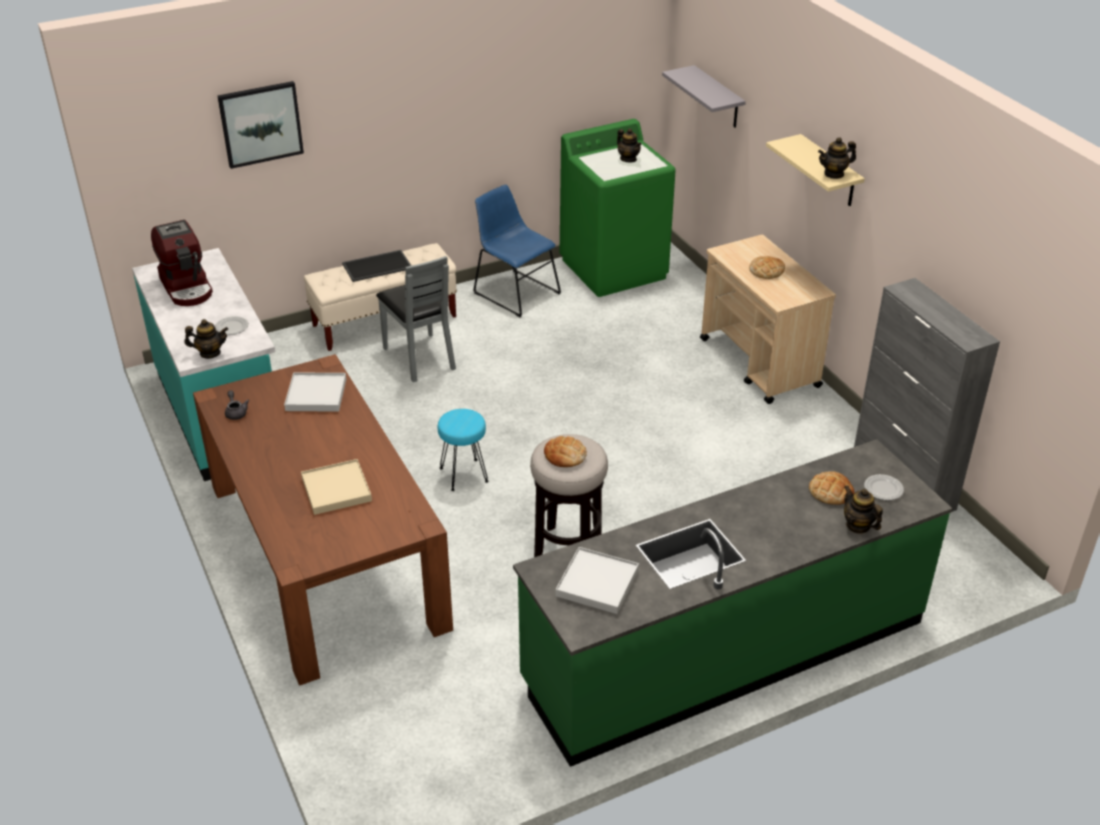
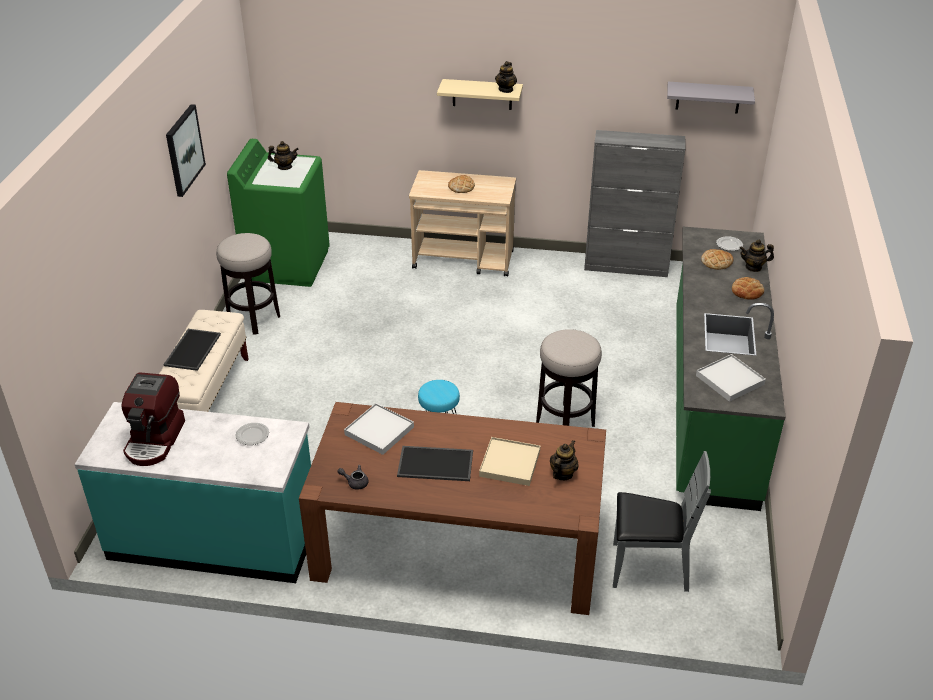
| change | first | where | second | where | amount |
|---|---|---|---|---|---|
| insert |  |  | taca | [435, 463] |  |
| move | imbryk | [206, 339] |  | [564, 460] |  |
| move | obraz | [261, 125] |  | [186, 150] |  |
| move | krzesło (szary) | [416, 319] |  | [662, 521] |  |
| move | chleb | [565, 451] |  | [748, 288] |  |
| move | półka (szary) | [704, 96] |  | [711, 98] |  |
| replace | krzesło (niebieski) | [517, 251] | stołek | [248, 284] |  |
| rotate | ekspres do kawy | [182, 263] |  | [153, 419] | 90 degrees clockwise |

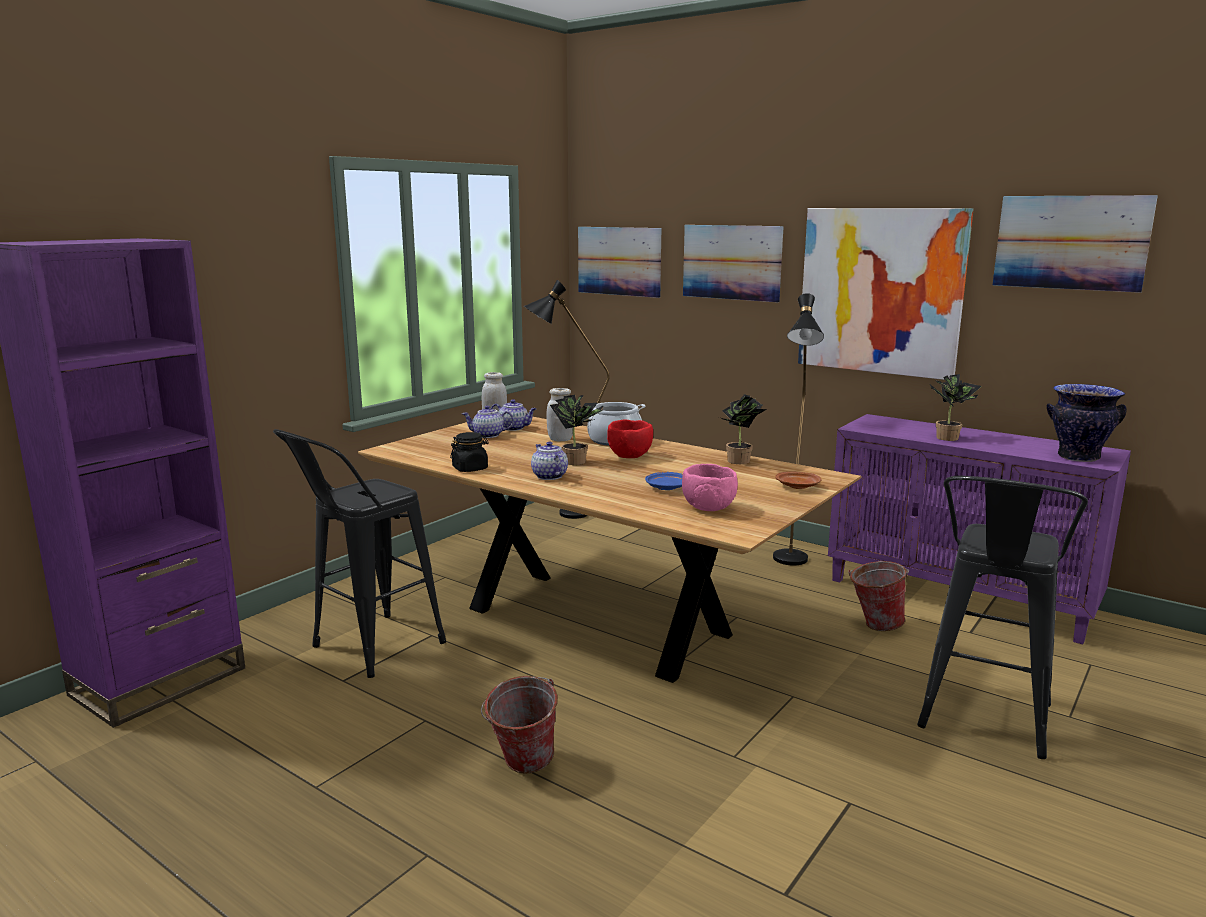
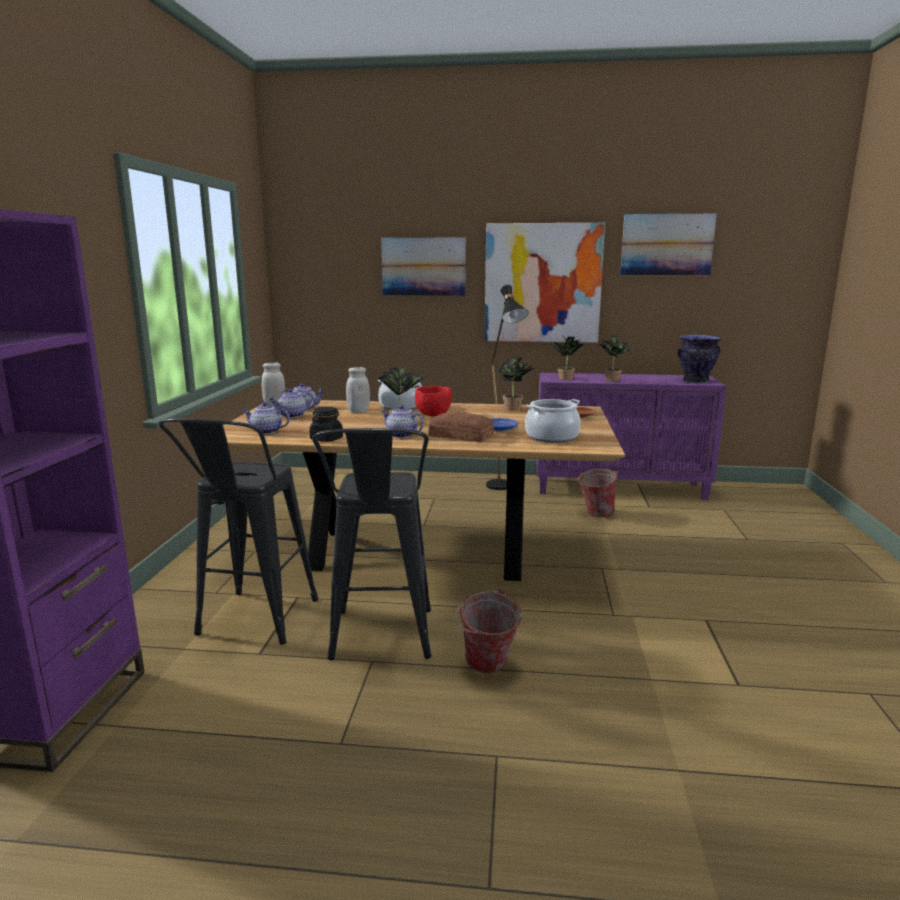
| change | first | where | second | where | amount |
|---|---|---|---|---|---|
| delete | lampa stojąca (czarny) | [567, 399] |  |  |  |
| delete | obraz | [619, 262] |  |  |  |
| insert |  |  | imbryk | [266, 418] |  |
| insert |  |  | chleb | [461, 427] |  |
| insert |  |  | roślina doniczkowa | [566, 358] |  |
| move | stołek (czarny) | [1002, 617] |  | [371, 544] |  |
| replace | miska (różowy) | [710, 487] | garnek | [553, 421] |  |

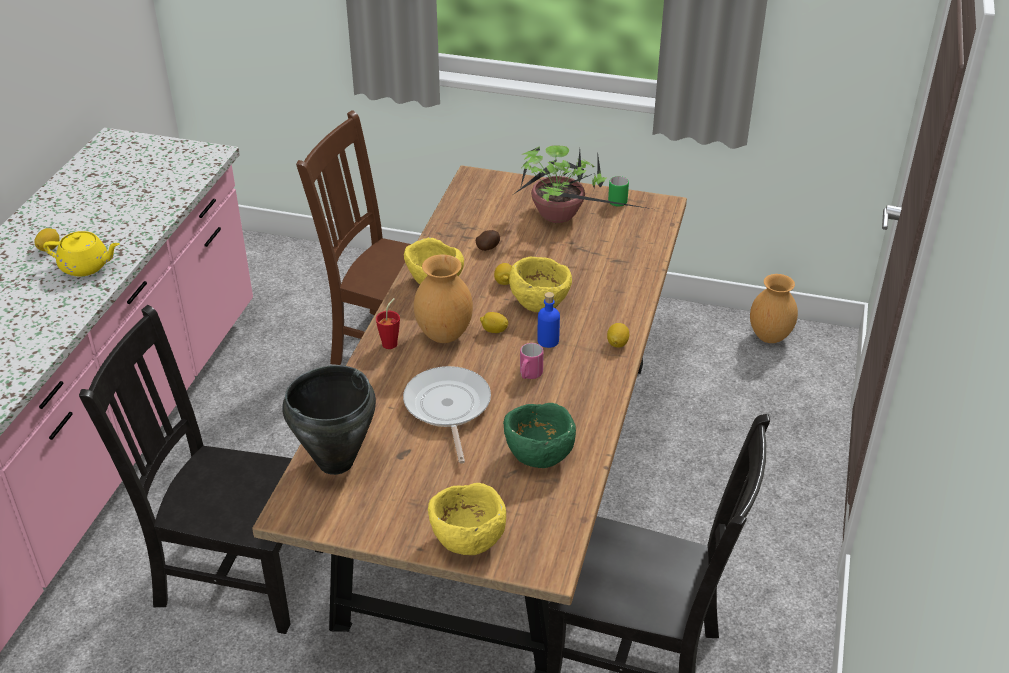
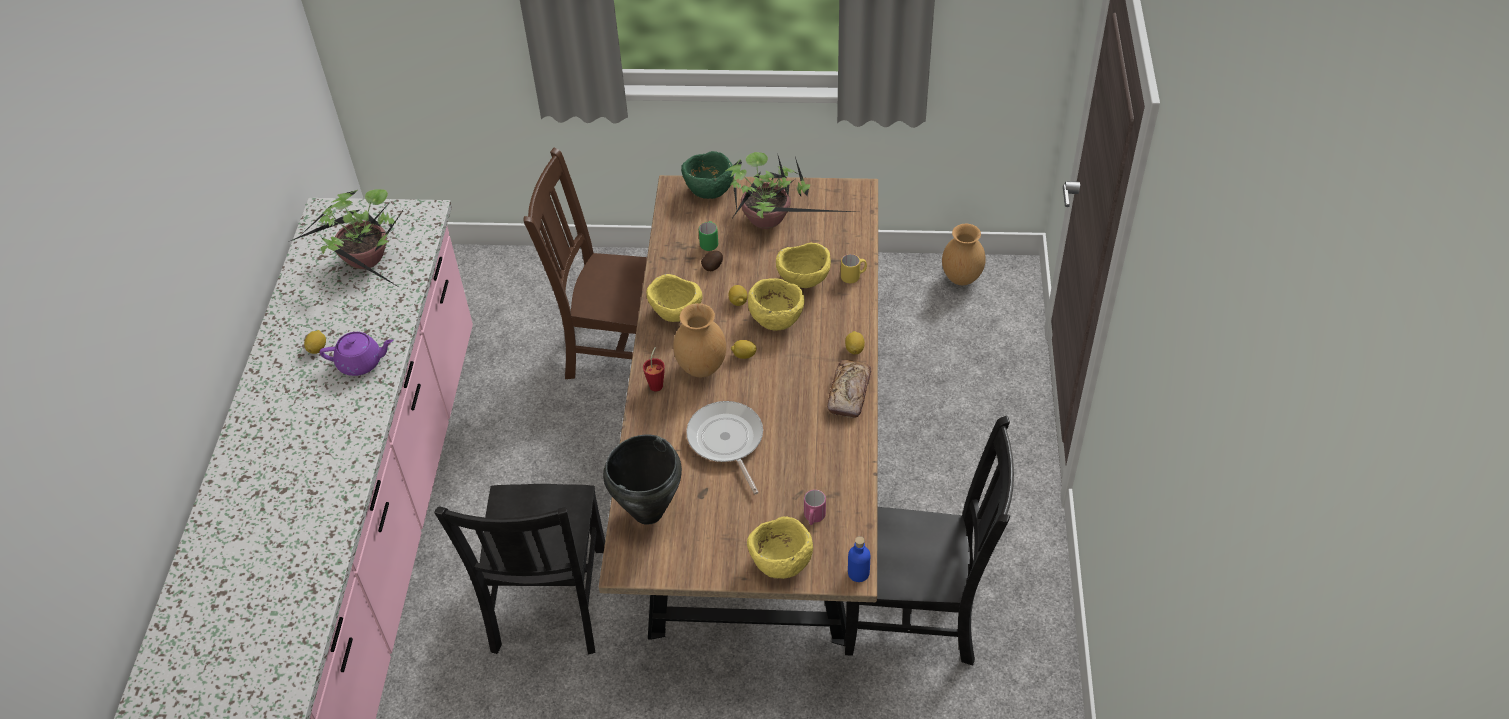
| change | first | where | second | where | amount |
|---|---|---|---|---|---|
| insert |  |  | roślina doniczkowa | [346, 238] |  |
| insert |  |  | miska (żółty) | [803, 265] |  |
| insert |  |  | chleb | [849, 389] |  |
| insert |  |  | kubek (żółty) | [854, 268] |  |
| move | miska (zielony) | [539, 435] |  | [707, 175] |  |
| move | kubek (różowy) | [532, 361] |  | [815, 507] |  |
| move | butelka (niebieski) | [548, 320] |  | [859, 559] |  |
| move | kubek (zielony) | [618, 191] |  | [708, 236] |  |
| recolor | imbryk (żółty) | [81, 254] | imbryk (fioletowy) | [357, 354] |  |
| rotate | krzesło (czarny) | [201, 469] |  | [519, 569] | 90 degrees counterclockwise |

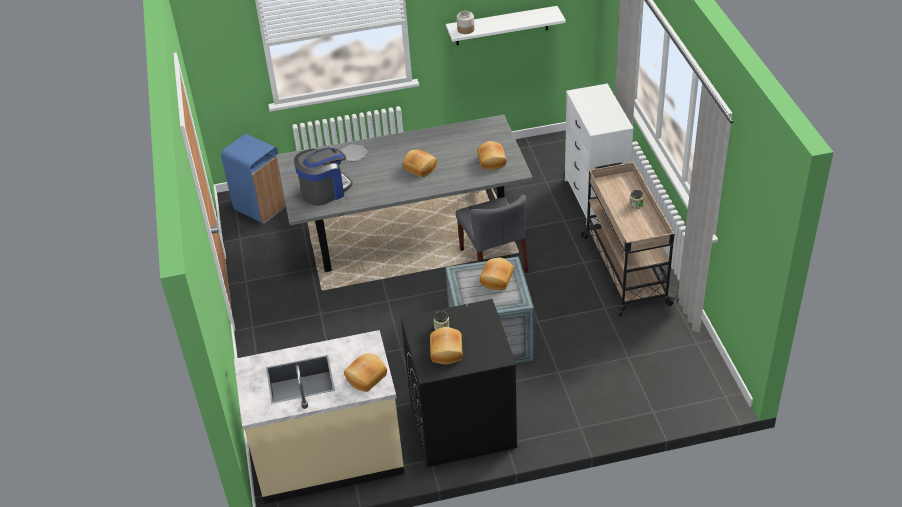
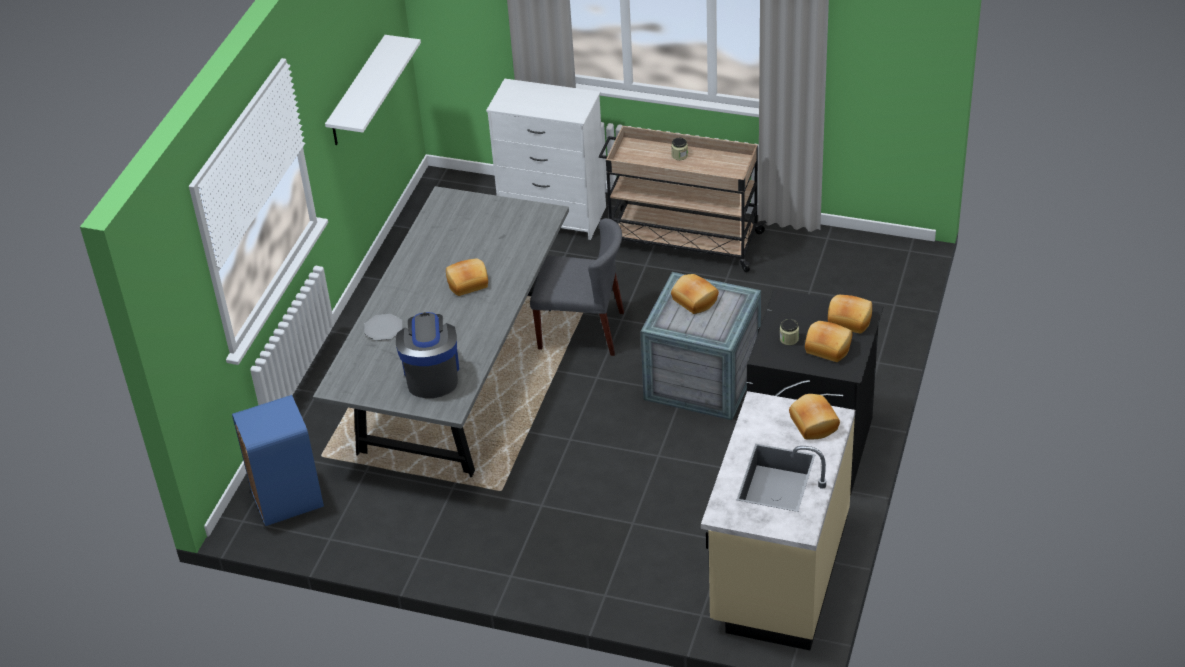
| change | first | where | second | where | amount |
|---|---|---|---|---|---|
| delete | słoik | [465, 22] |  |  |  |
| move | chleb | [491, 155] |  | [850, 314] |  |

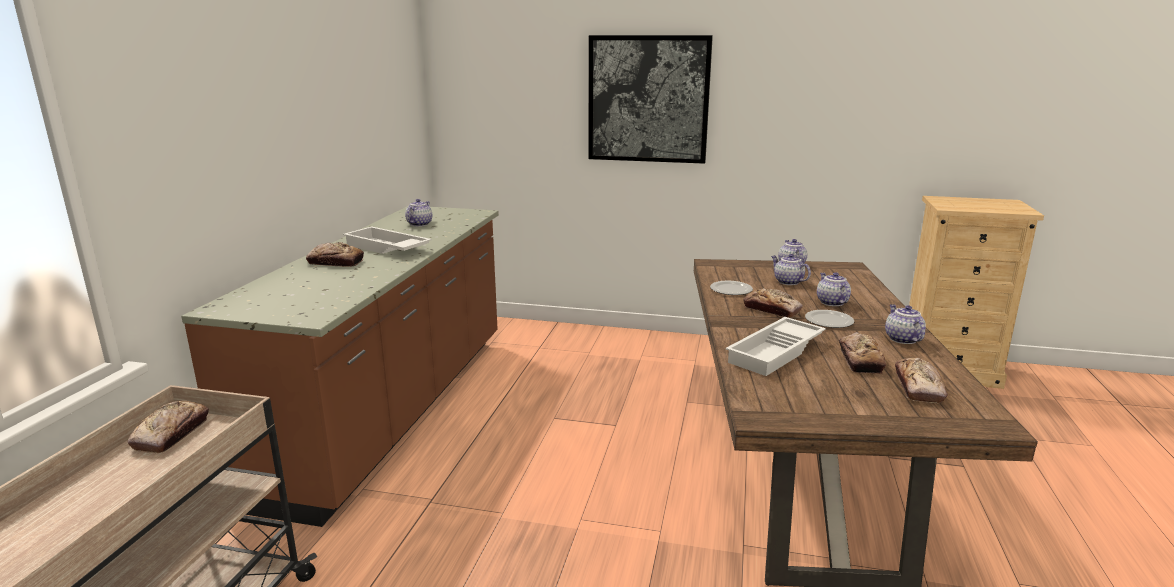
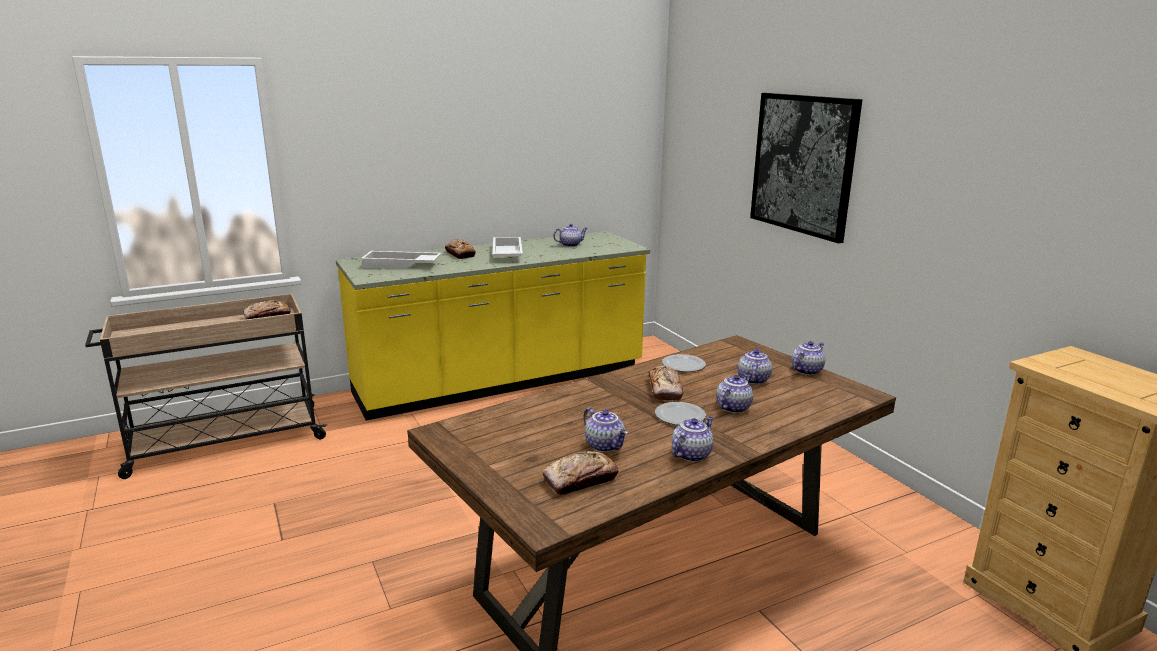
| change | first | where | second | where | amount |
|---|---|---|---|---|---|
| move | taca (biały) | [775, 346] |  | [401, 260] |  |
| replace | chleb | [862, 353] | imbryk | [606, 430] |  |
| recolor | zabudowa kuchenna (brązowy) | [340, 366] | zabudowa kuchenna (żółty) | [493, 326] |  |

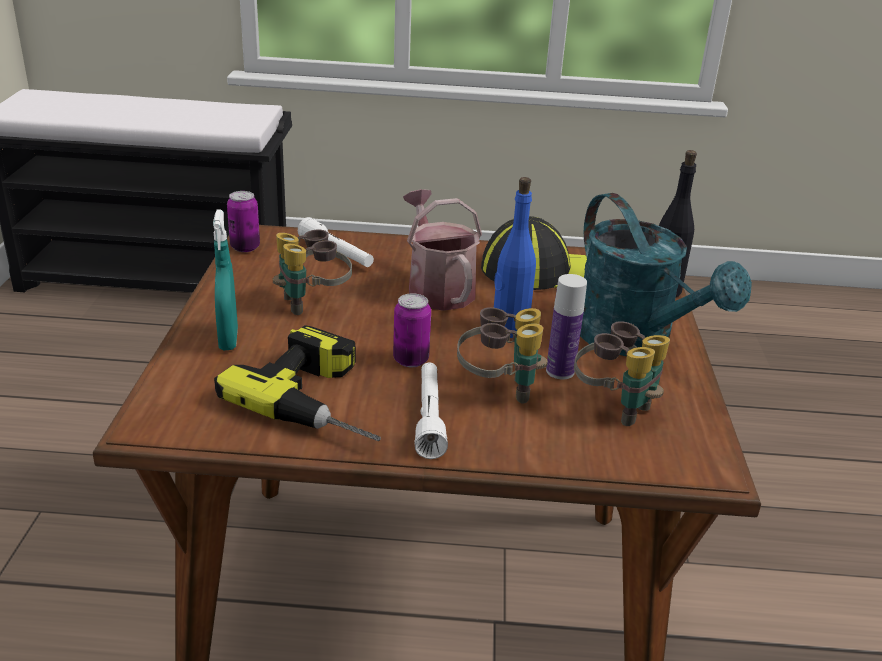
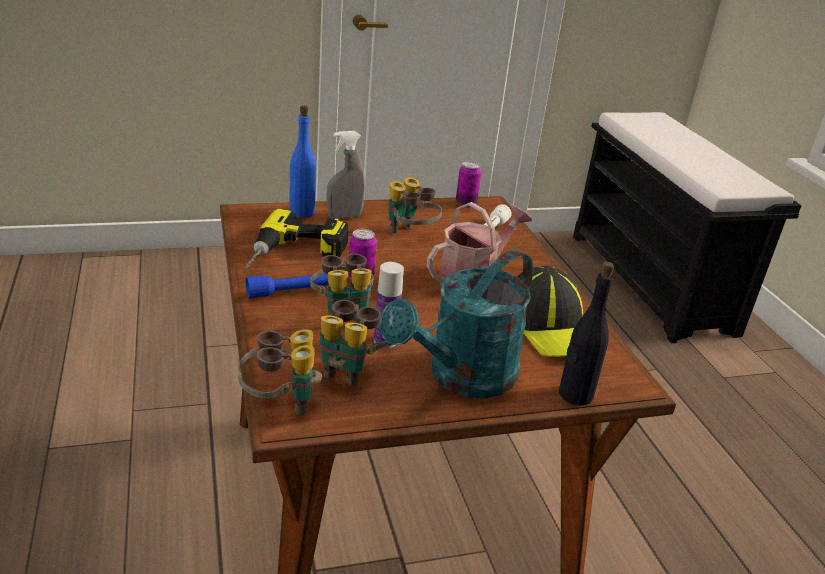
| change | first | where | second | where | amount |
|---|---|---|---|---|---|
| insert |  |  | lornetka | [280, 372] |  |
| move | butelka (niebieski) | [515, 257] |  | [302, 161] |  |
| recolor | spryskiwacz (turkusowy) | [225, 279] | spryskiwacz (szary) | [345, 175] |  |
| recolor | latarka (biały) | [431, 410] | latarka (niebieski) | [287, 286] |  |

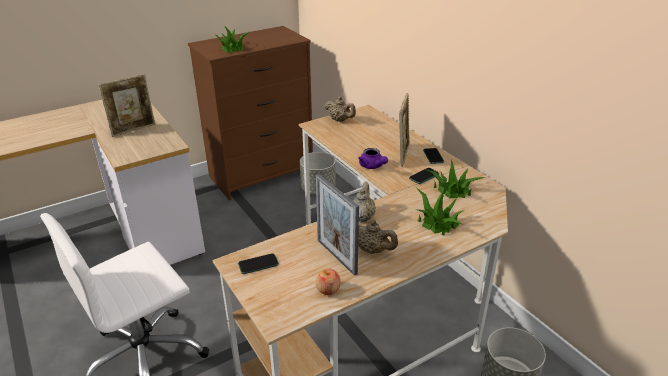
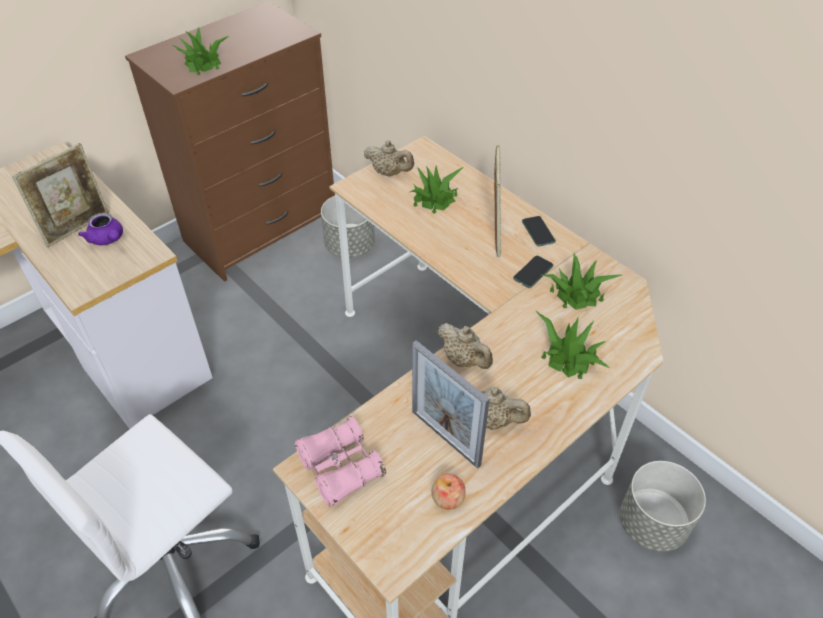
| change | first | where | second | where | amount |
|---|---|---|---|---|---|
| insert |  |  | roślina doniczkowa | [436, 189] |  |
| move | imbryk (fioletowy) | [373, 158] |  | [100, 229] |  |
| replace | telefon | [258, 263] | lornetka (różowy) | [340, 461] |  |
| rotate | imbryk (beżowy) | [364, 202] |  | [465, 346] | 135 degrees clockwise |

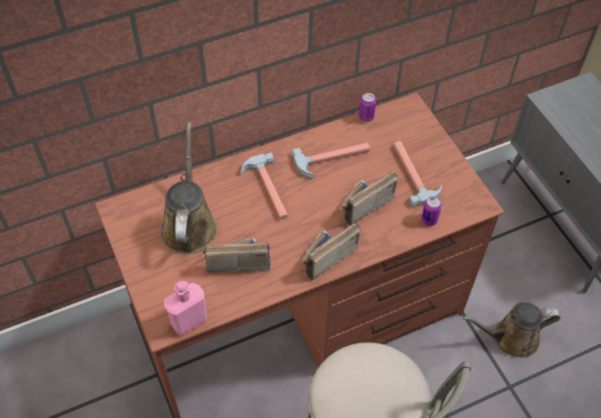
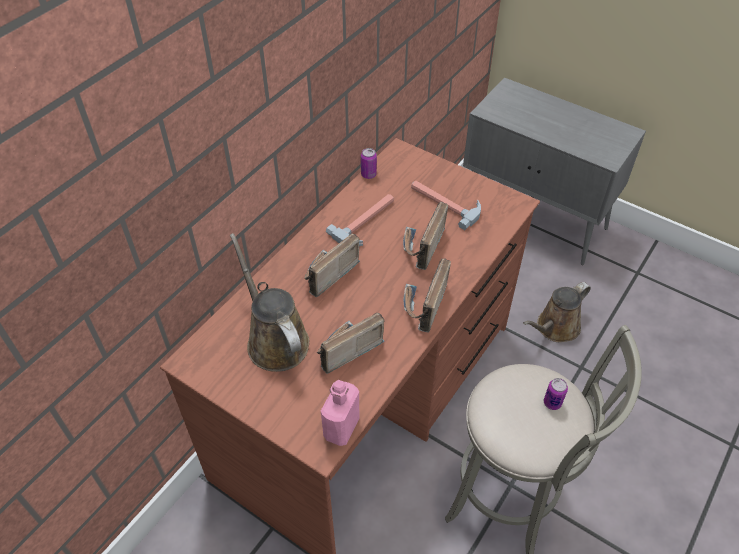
| change | first | where | second | where | amount |
|---|---|---|---|---|---|
| move | puszka | [431, 211] |  | [556, 394] |  |
| replace | młotek | [264, 186] | radio | [332, 265] |  |

